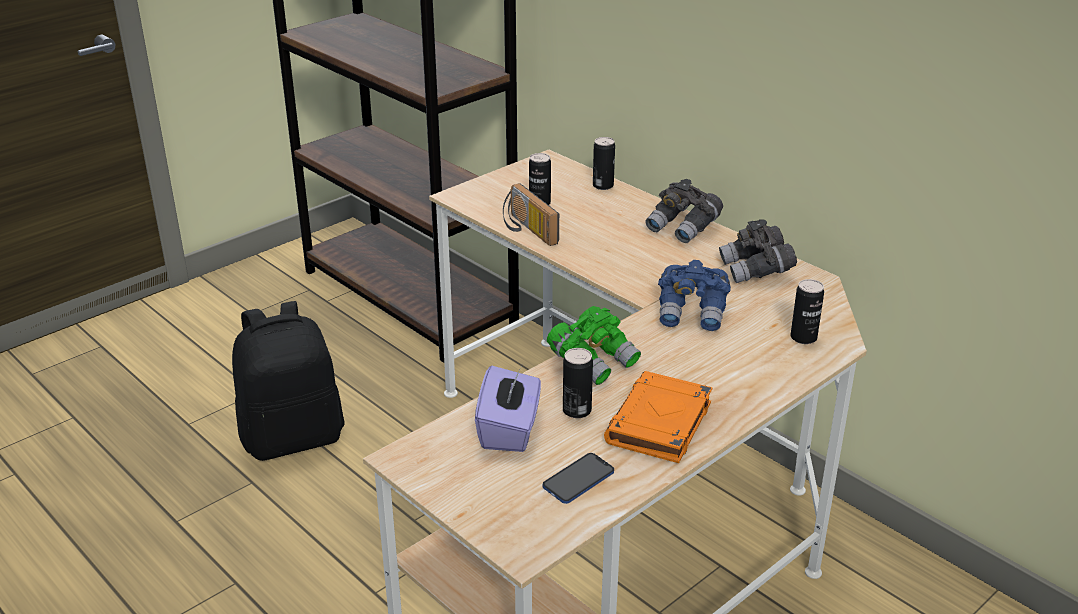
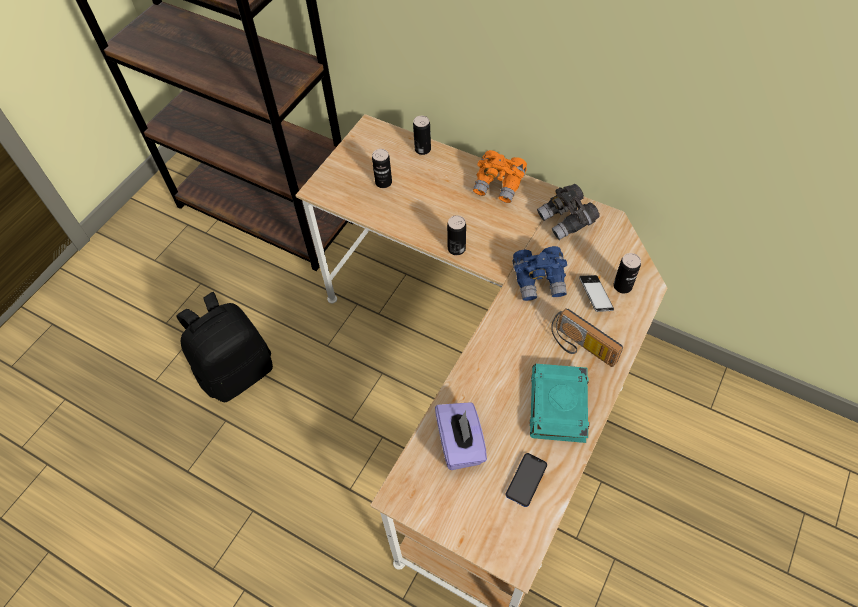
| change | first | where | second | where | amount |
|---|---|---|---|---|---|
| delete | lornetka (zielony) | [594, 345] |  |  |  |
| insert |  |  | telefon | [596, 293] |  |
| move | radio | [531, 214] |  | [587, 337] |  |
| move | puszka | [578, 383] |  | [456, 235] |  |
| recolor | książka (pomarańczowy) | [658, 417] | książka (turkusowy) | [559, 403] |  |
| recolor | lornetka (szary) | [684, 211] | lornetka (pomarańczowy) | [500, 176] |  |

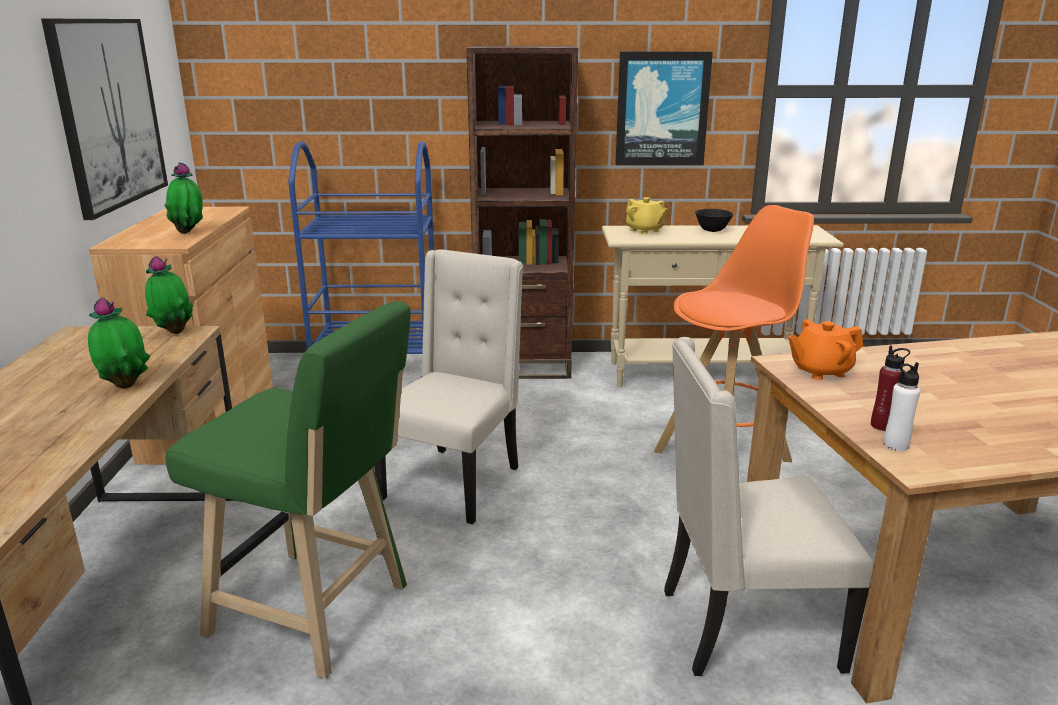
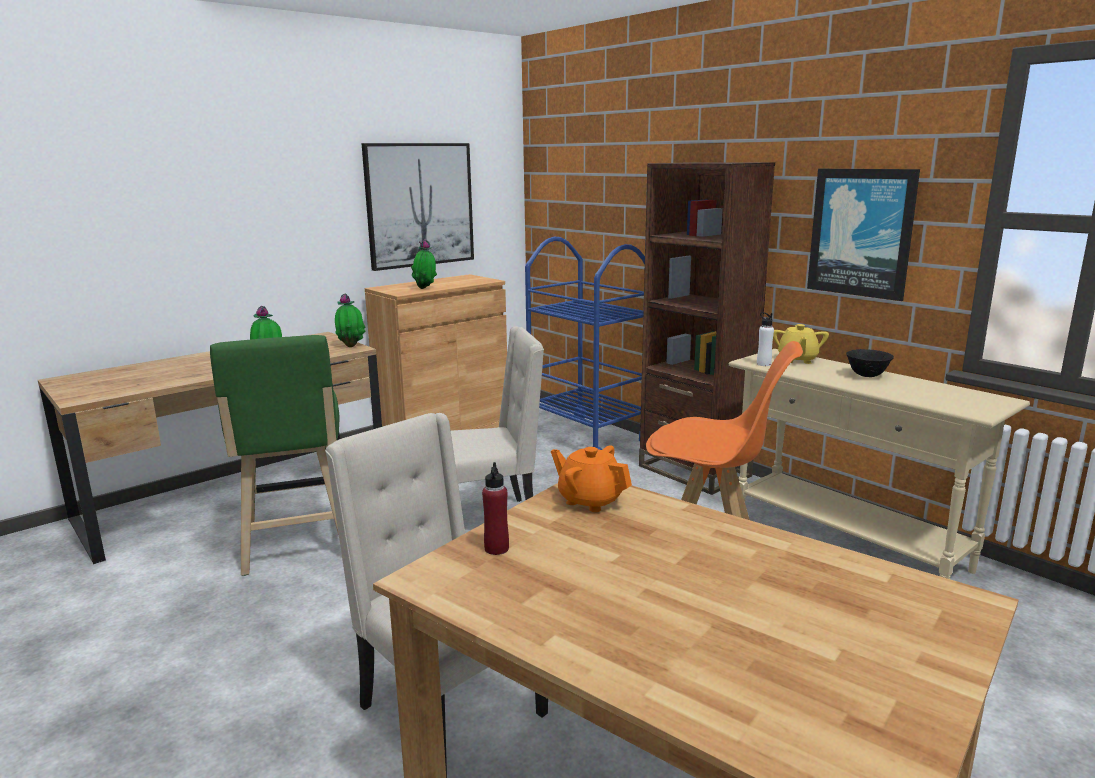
| change | first | where | second | where | amount |
|---|---|---|---|---|---|
| move | butelka (biały) | [901, 406] |  | [765, 339] |  |

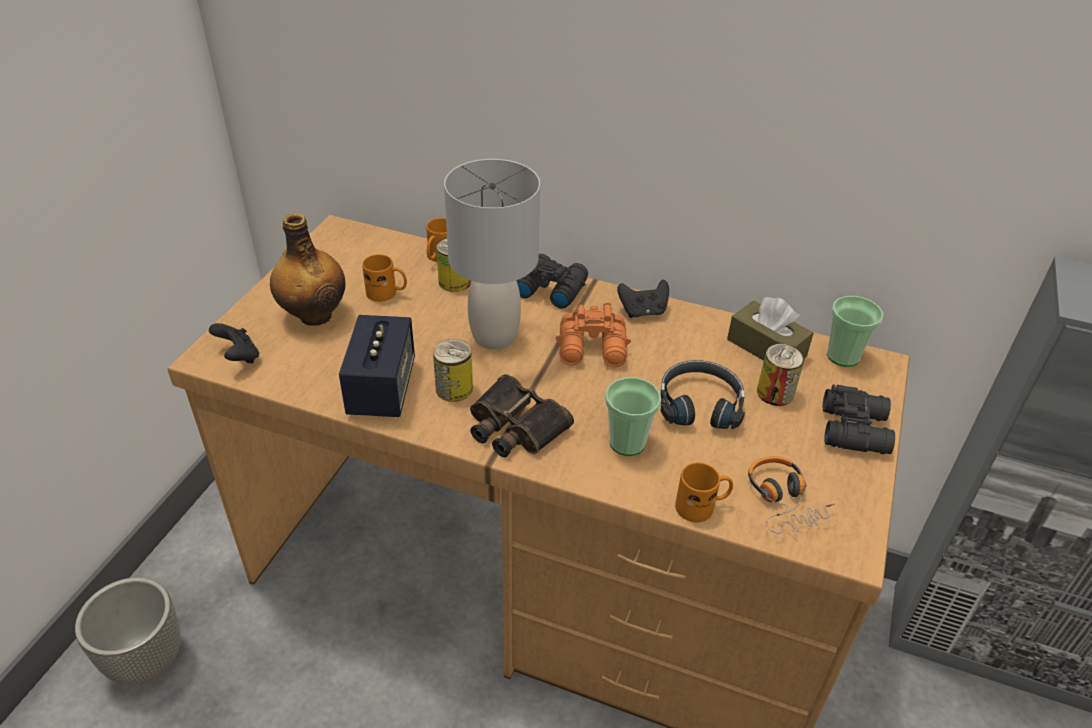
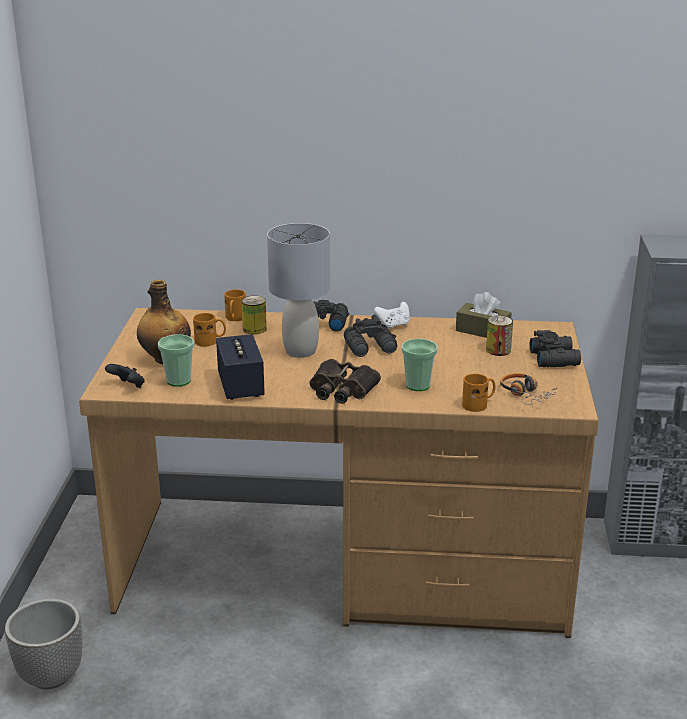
| change | first | where | second | where | amount |
|---|---|---|---|---|---|
| delete | puszka | [453, 370] |  |  |  |
| delete | słuchawki (czarny) | [702, 394] |  |  |  |
| move | filiżanka | [855, 331] |  | [176, 360] |  |
| recolor | lornetka (pomarańczowy) | [593, 334] | lornetka (czarny) | [370, 336] |  |
| recolor | pad do gier (czarny) | [643, 299] | pad do gier (biały) | [392, 315] |  |

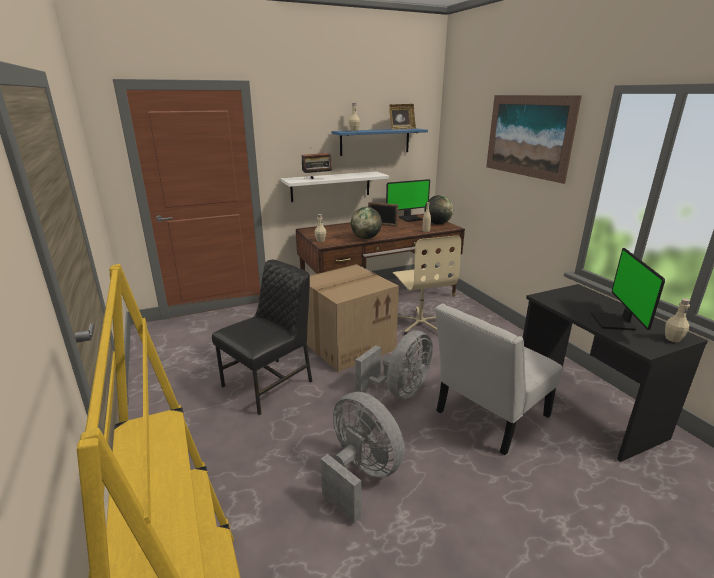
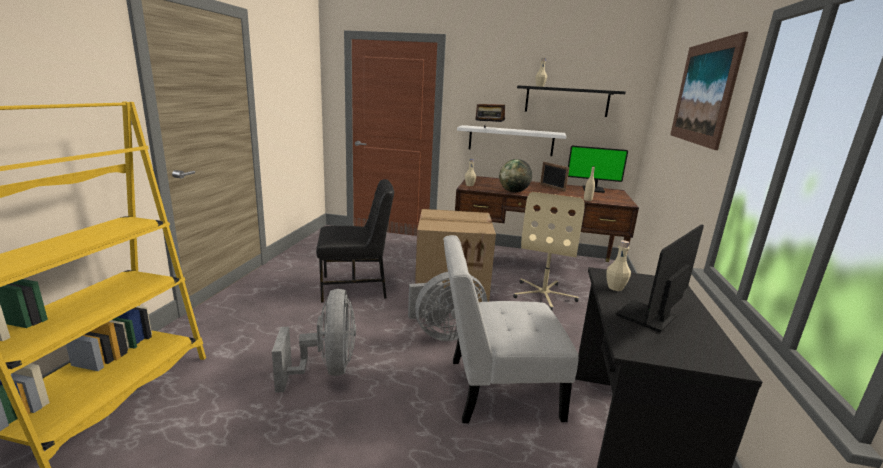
| change | first | where | second | where | amount |
|---|---|---|---|---|---|
| delete | ramka na zdjęcie | [402, 117] |  |  |  |
| delete | globus | [438, 210] |  |  |  |
| move | butelka (beżowy) | [677, 320] |  | [618, 265] |  |
| recolor | półka (niebieski) | [379, 142] | półka (czarny) | [571, 101] |  |

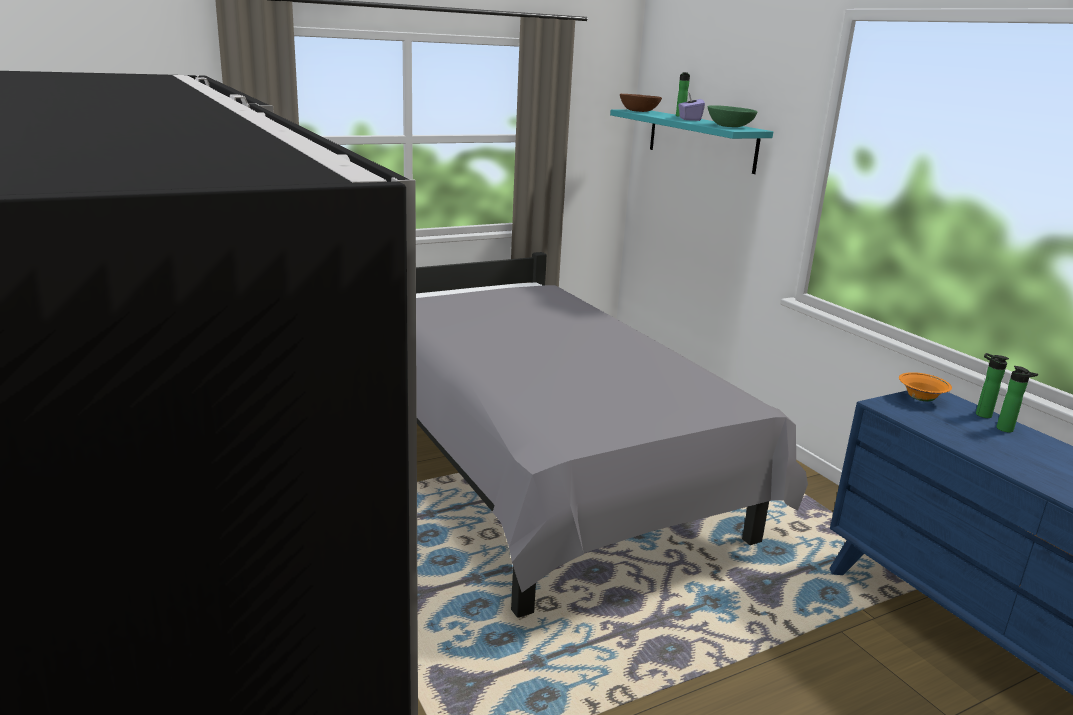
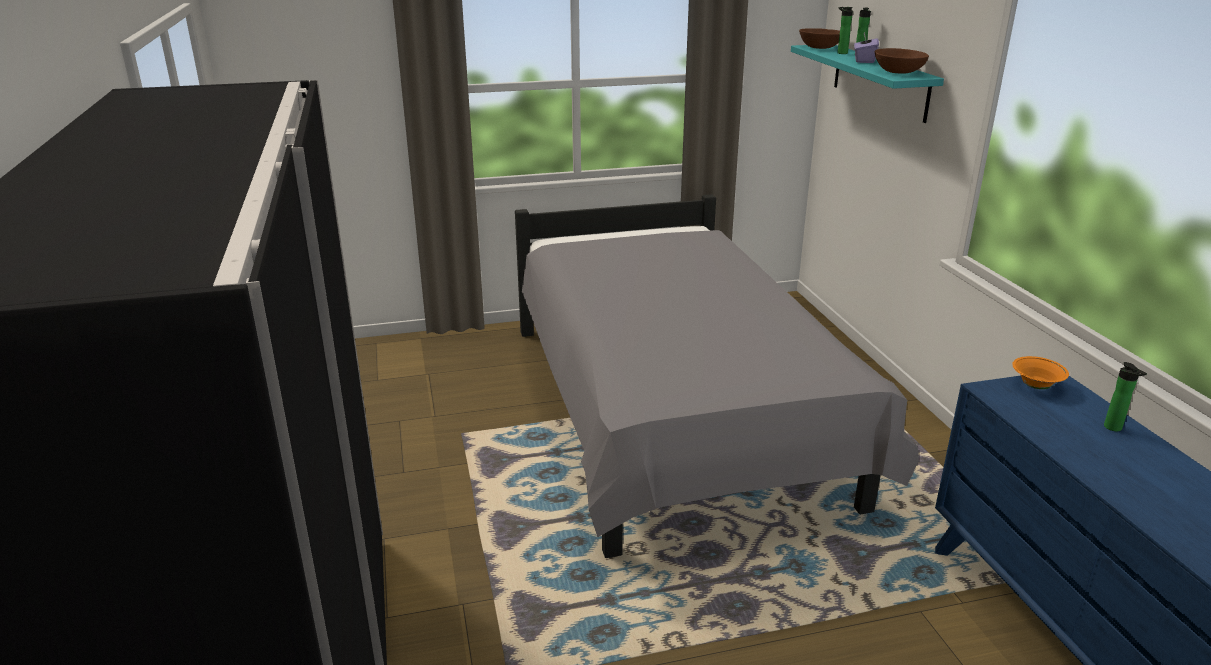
| change | first | where | second | where | amount |
|---|---|---|---|---|---|
| move | butelka | [992, 385] |  | [845, 30] |  |
| recolor | miska (zielony) | [732, 116] | miska (brązowy) | [902, 61] |  |

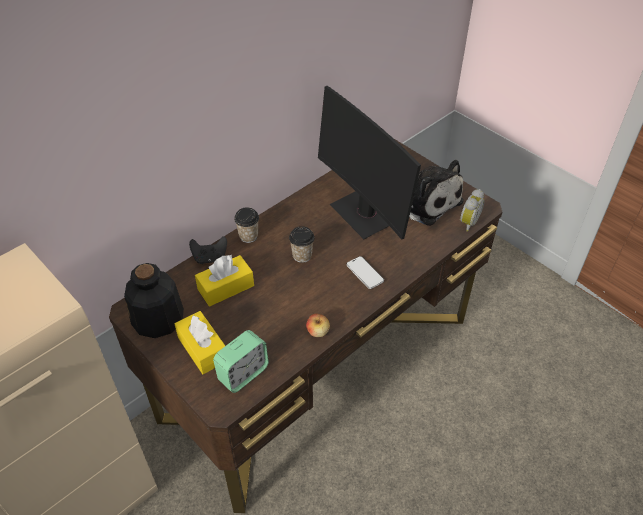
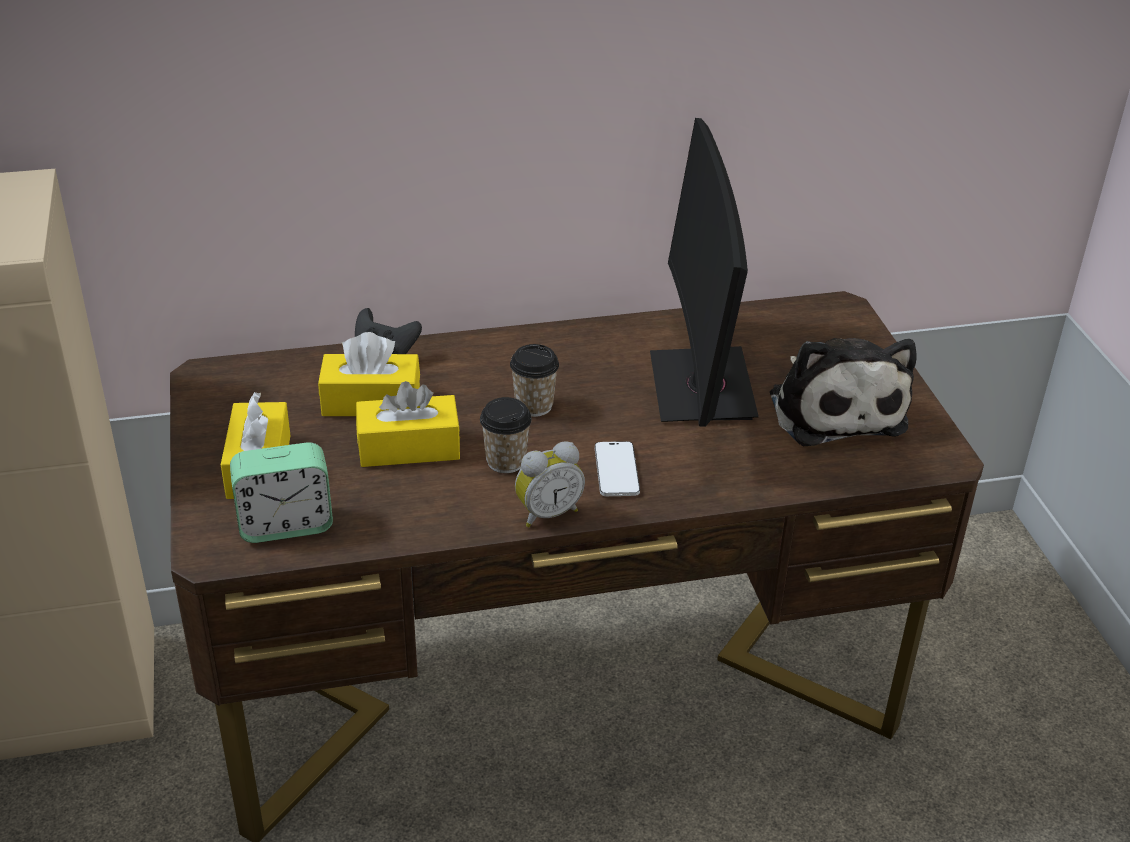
| change | first | where | second | where | amount |
|---|---|---|---|---|---|
| delete | butelka | [154, 300] |  |  |  |
| delete | jabłko | [318, 325] |  |  |  |
| insert |  |  | pudełko chusteczek (żółty) | [408, 424] |  |
| move | filiżanka | [246, 225] |  | [506, 435] |  |
| move | budzik | [472, 210] |  | [550, 484] |  |

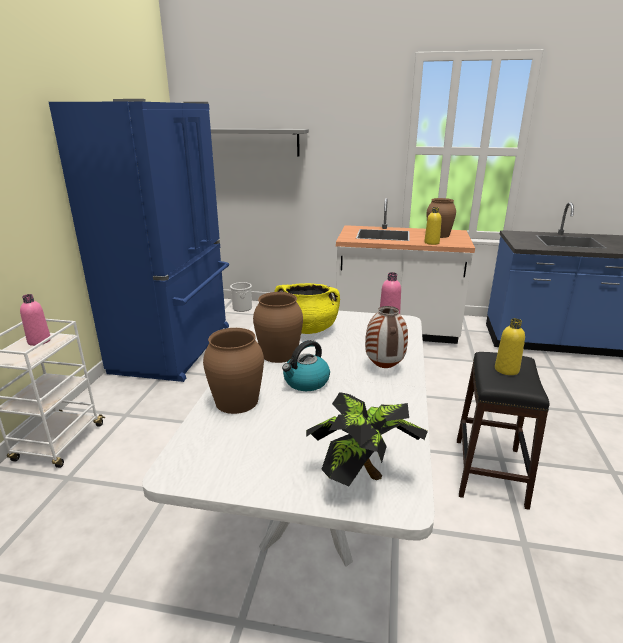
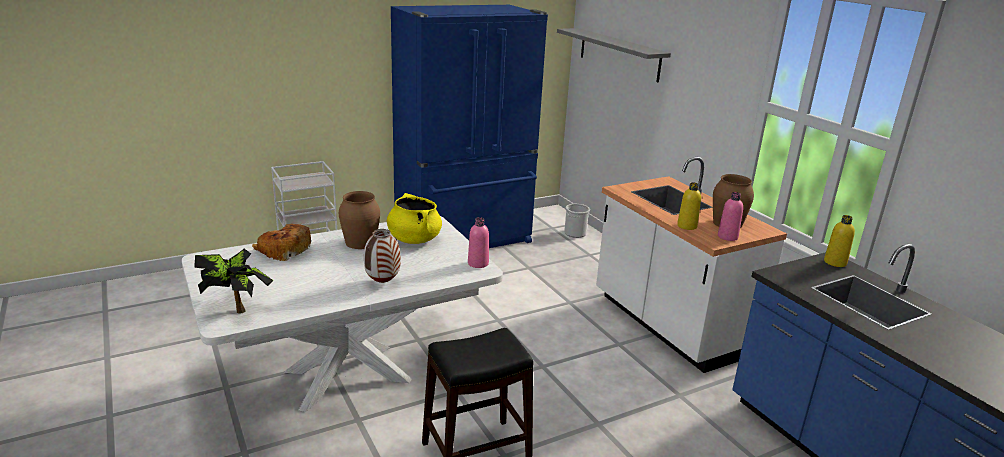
| change | first | where | second | where | amount |
|---|---|---|---|---|---|
| delete | czajnik | [306, 365] |  |  |  |
| move | butelka (różowy) | [35, 320] |  | [730, 216] |  |
| move | butelka (żółty) | [510, 346] |  | [839, 241] |  |
| replace | wazon (brązowy) | [233, 371] | chleb | [281, 242] |  |

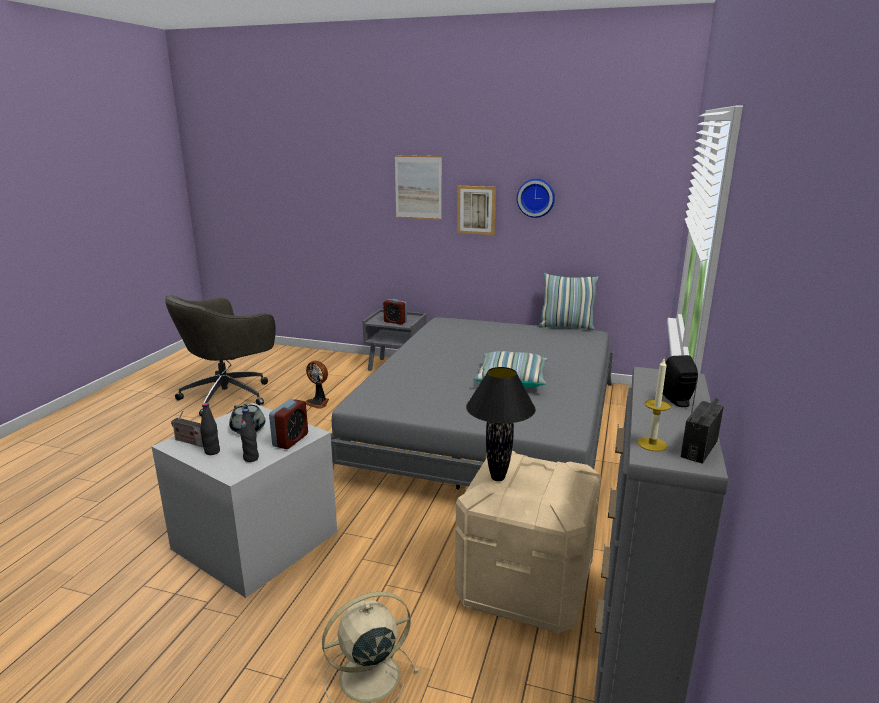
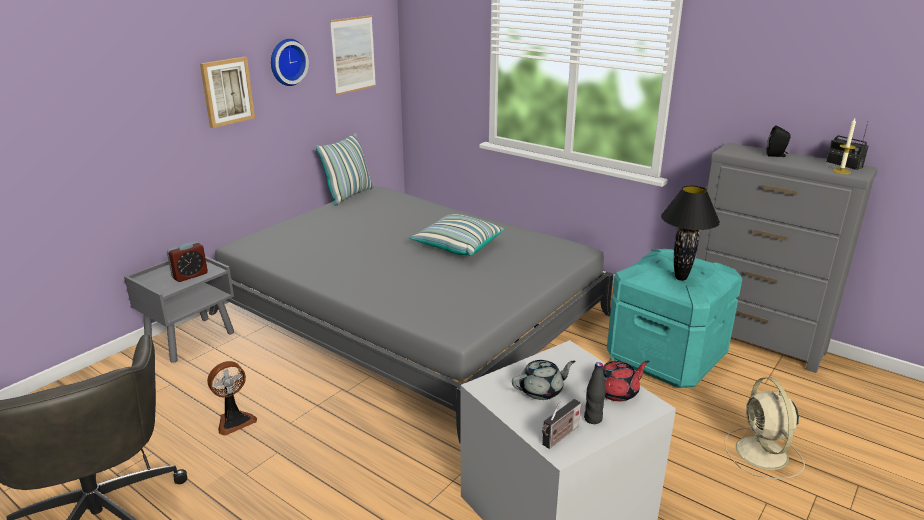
| change | first | where | second | where | amount |
|---|---|---|---|---|---|
| delete | budzik | [288, 424] |  |  |  |
| move | obraz | [418, 187] |  | [353, 55] |  |
| replace | butelka (czarny) | [249, 435] | imbryk (czerwony) | [626, 381] |  |
| recolor | pojemnik do przechowywania (beżowy) | [528, 542] | pojemnik do przechowywania (turkusowy) | [674, 318] |  |

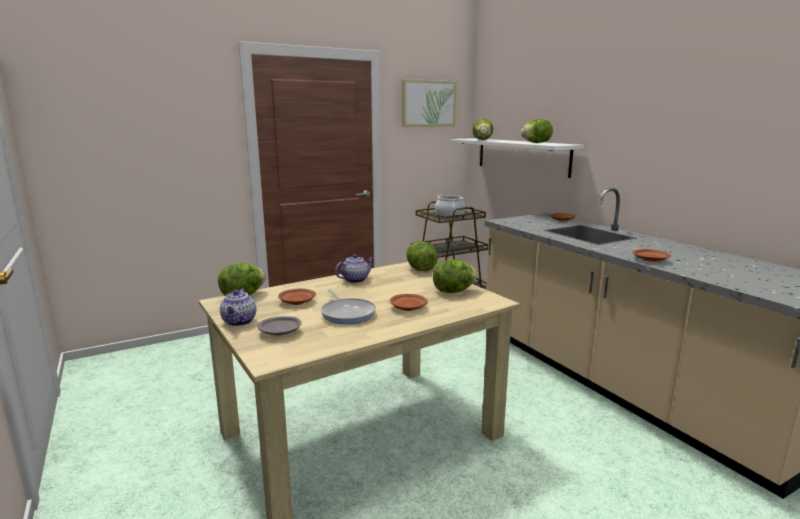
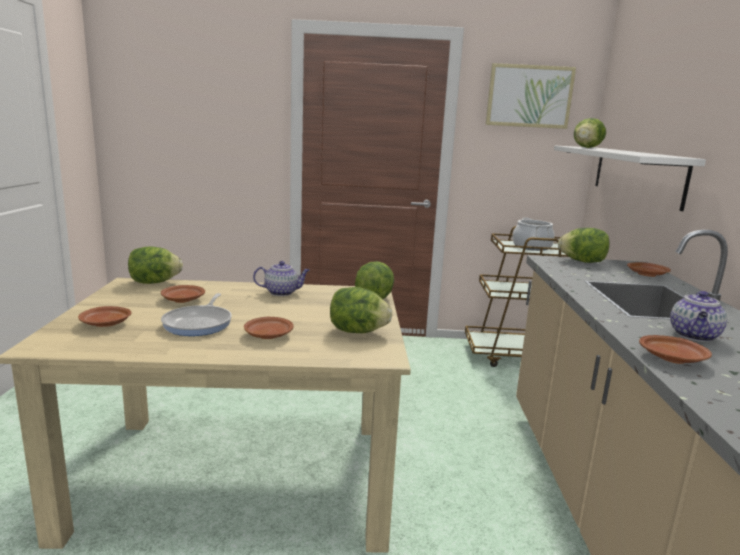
| change | first | where | second | where | amount |
|---|---|---|---|---|---|
| move | imbryk | [238, 307] |  | [698, 316] |  |
| move | sałata | [536, 131] |  | [584, 245] |  |
| recolor | talerz (szary) | [279, 326] | talerz (brązowy) | [105, 316] |  |

